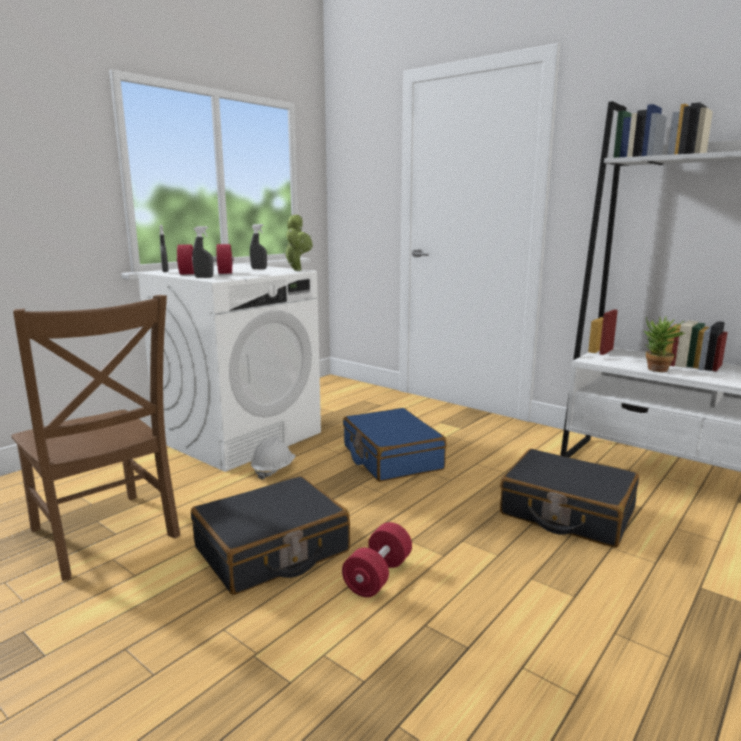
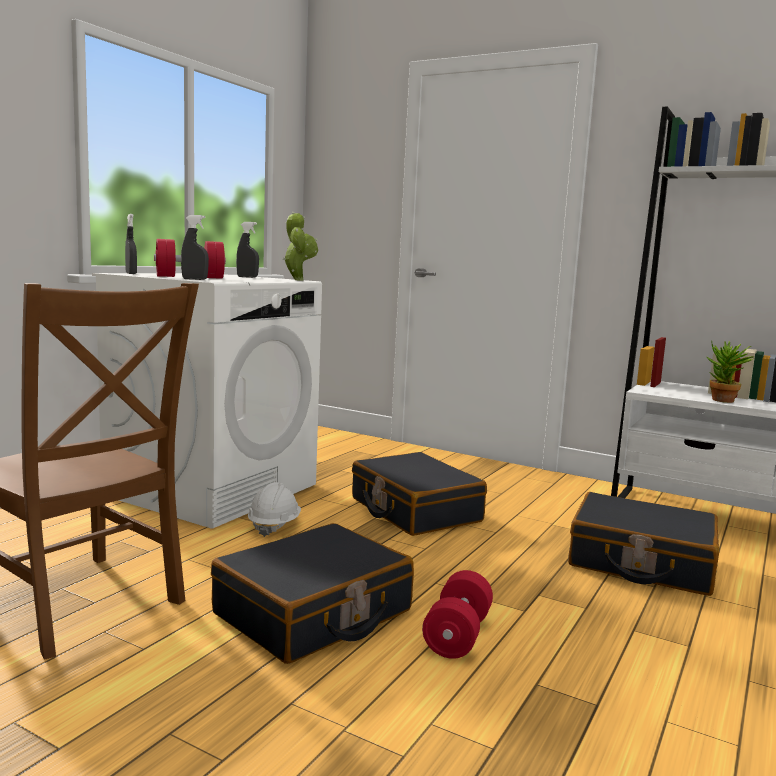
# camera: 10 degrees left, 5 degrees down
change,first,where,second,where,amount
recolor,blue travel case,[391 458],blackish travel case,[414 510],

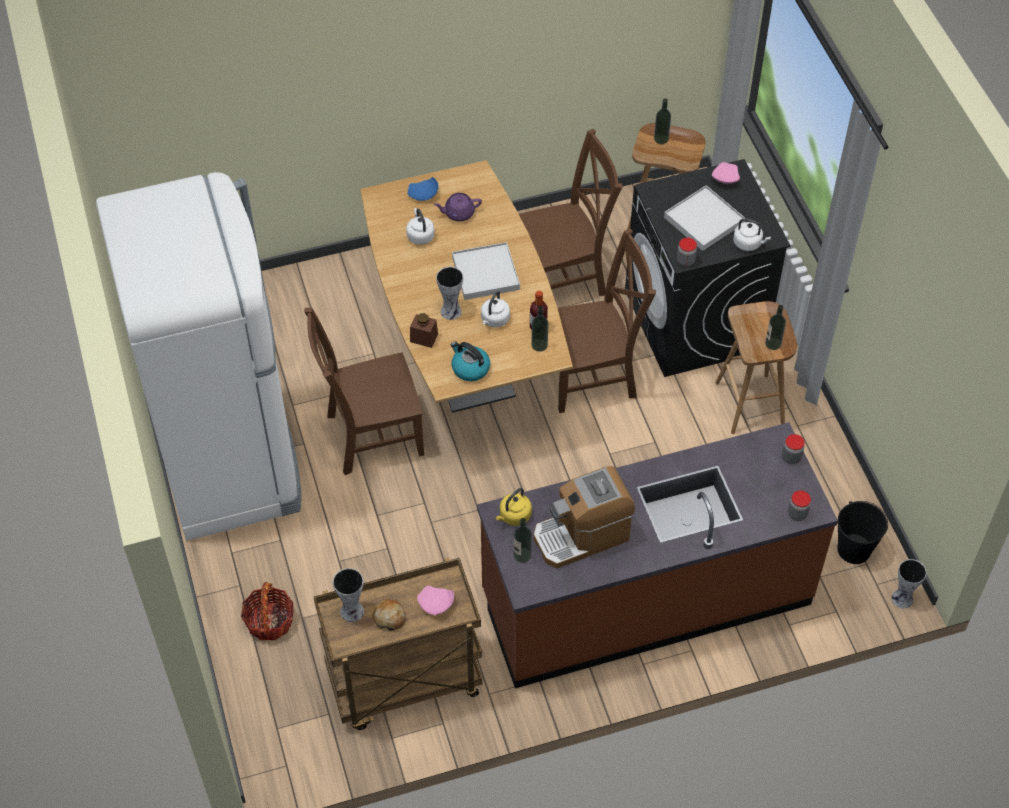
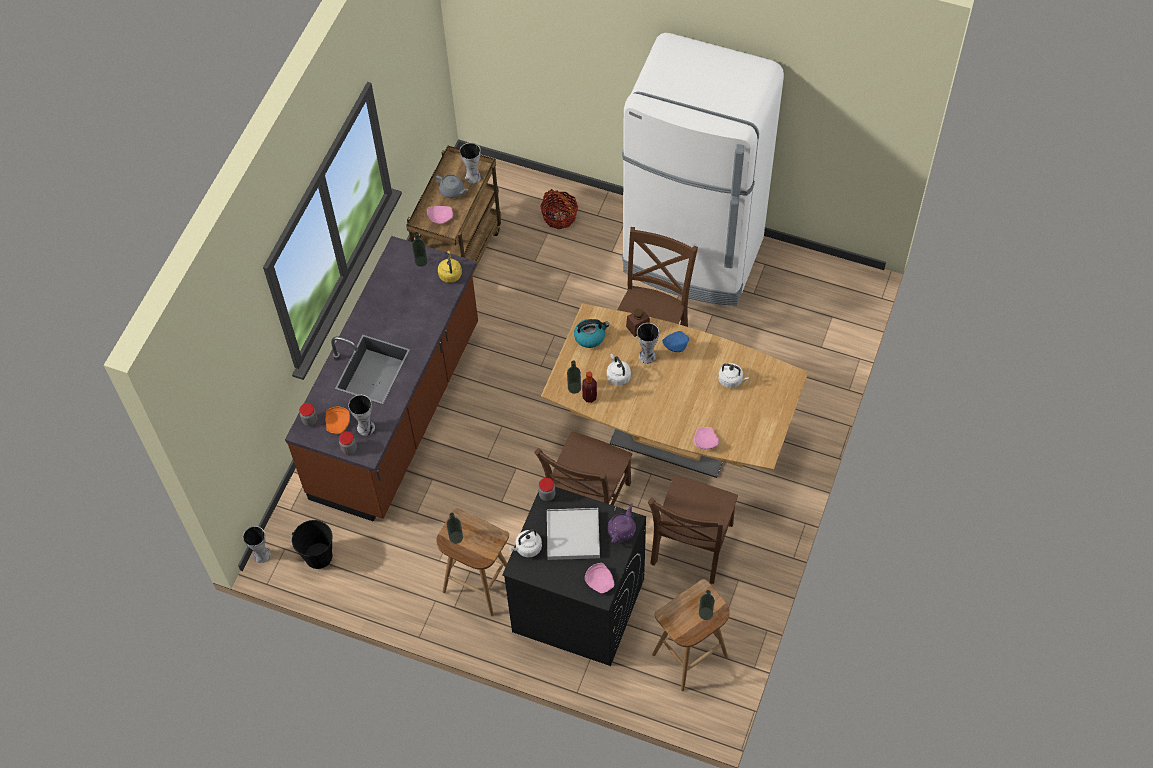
# camera: 130 degrees right, 5 degrees up
change,first,where,second,where,amount
move,blue flat dish,[423 194],,[675 345],
move,purple-coloured pot for tea,[458 213],,[622 529],
delete,whitish tray,[485 273],,,
delete,coffee brewer,[581 535],,,
replace,baked bread,[389 618],grey pot for tea,[452 191],
insert,,,decorative vase,[366 427],
insert,,,orange-coloured flat dish,[338 423],
insert,,,pinkish flat dish,[705 442],

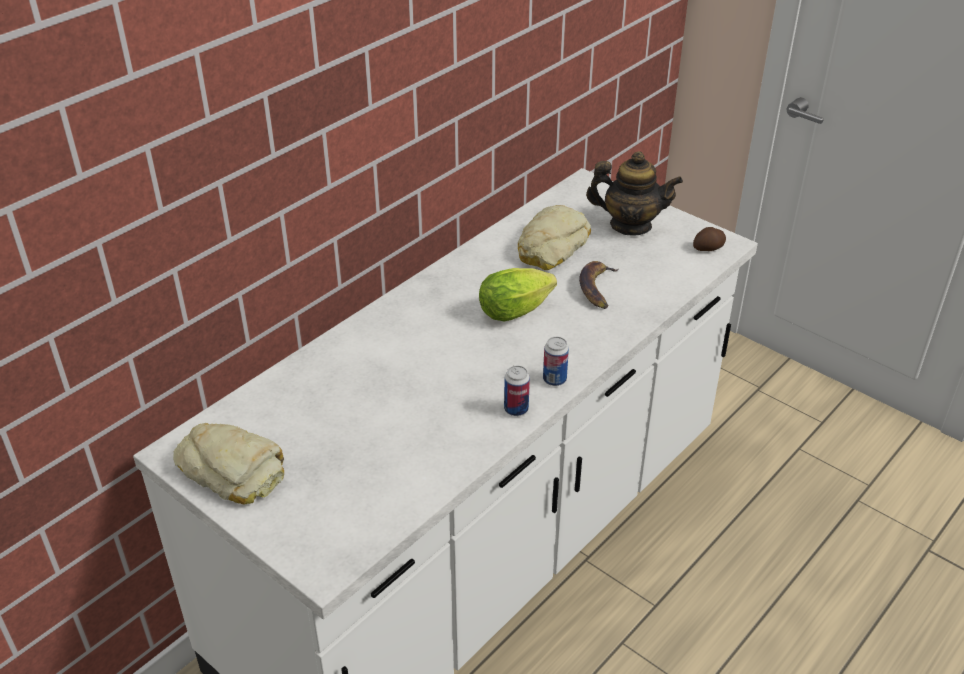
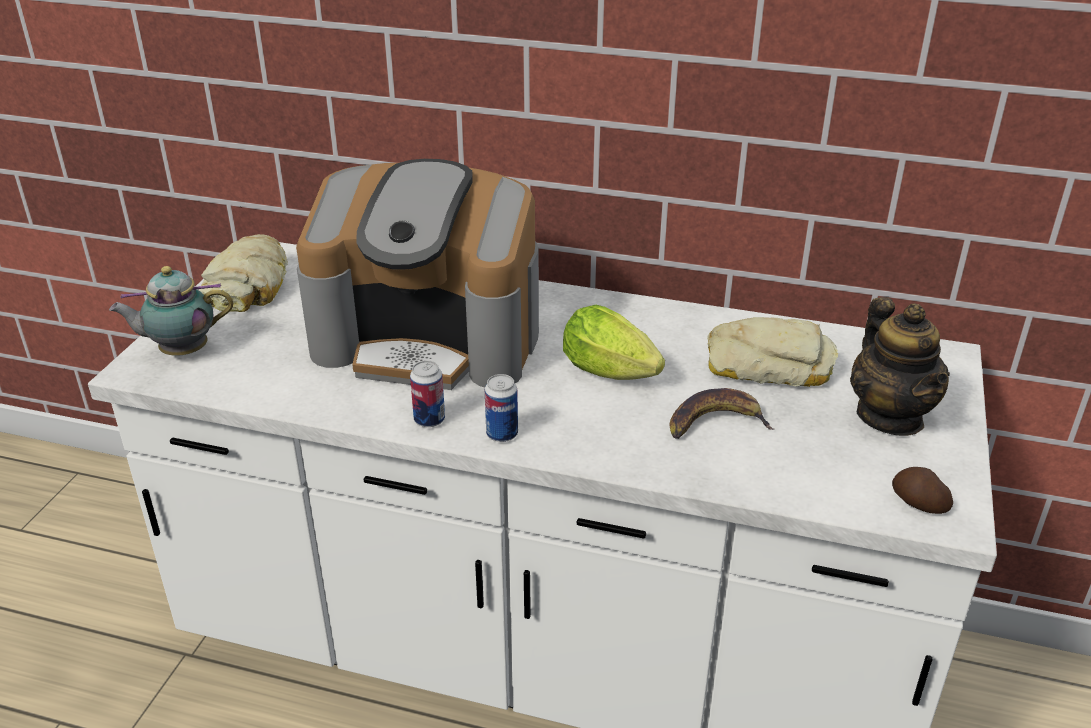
# camera: 65 degrees right, 5 degrees down
change,first,where,second,where,amount
insert,,,coffee brewer,[430 338],
insert,,,pot for tea,[181 351],

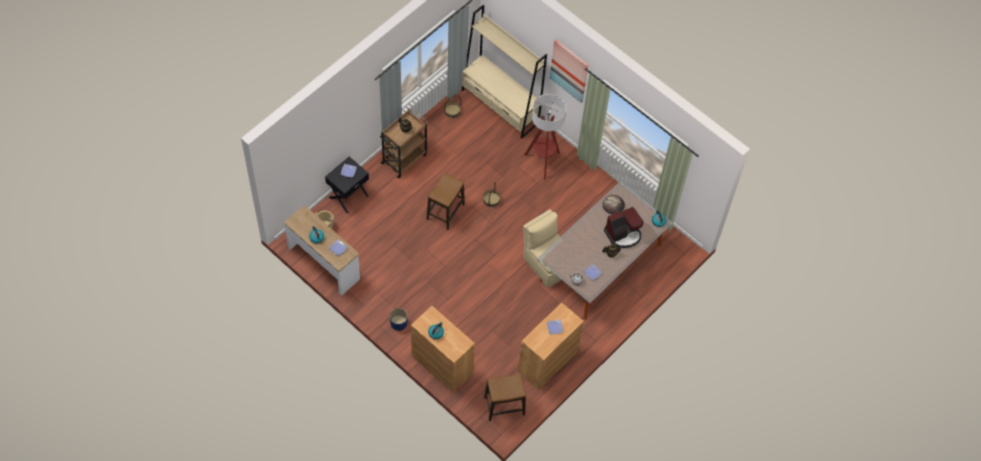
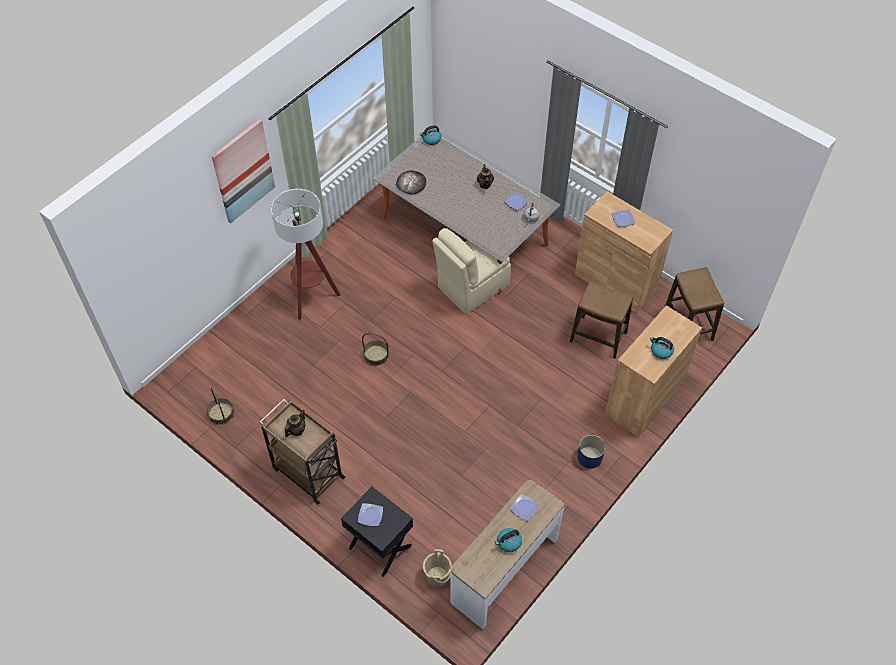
# camera: 90 degrees left, 5 degrees down
change,first,where,second,where,amount
delete,beige bookshelf,[500 106],,,
move,stool,[445 212],,[598 337],
delete,coffee brewer,[623 234],,,

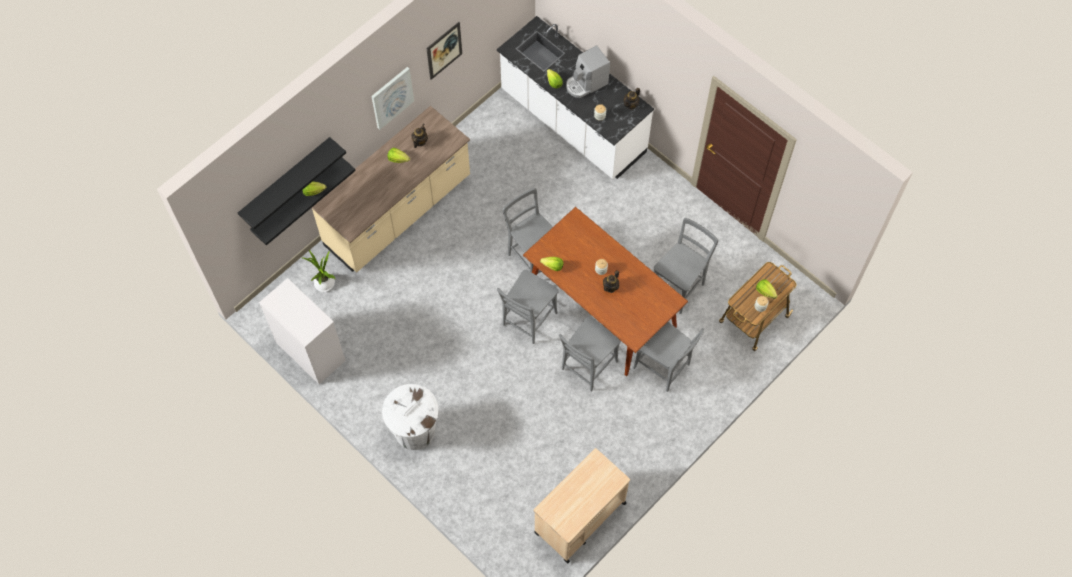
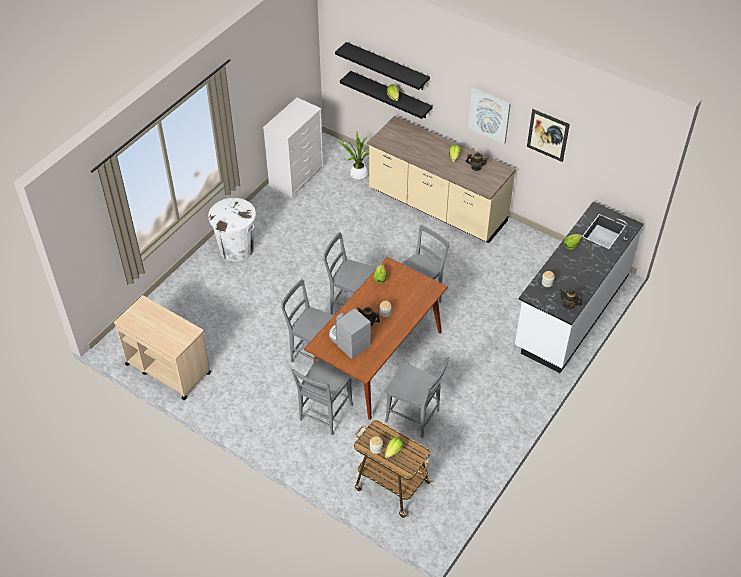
# camera: 80 degrees right, 15 degrees down
change,first,where,second,where,amount
move,coffee brewer,[586 83],,[348 341],

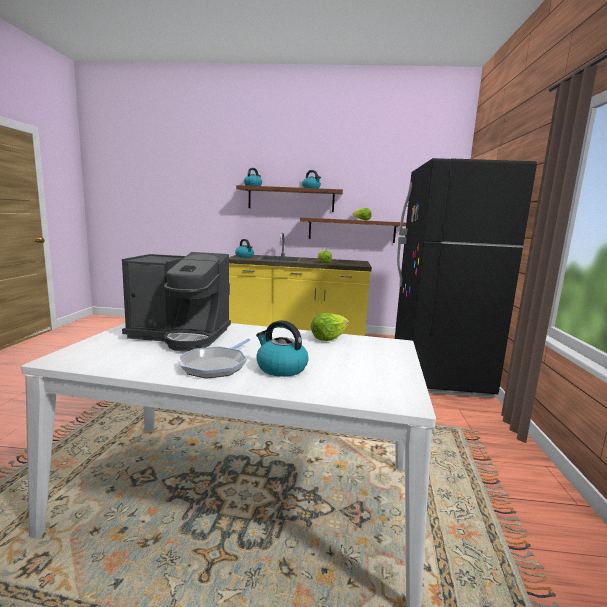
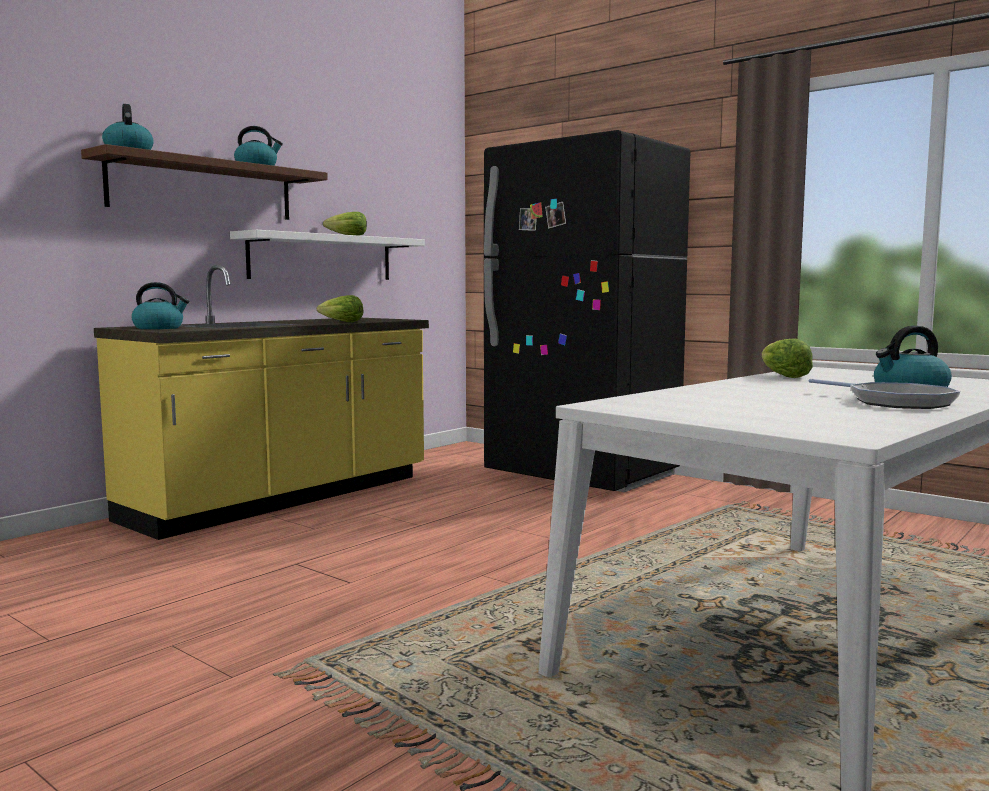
# camera: 55 degrees left, 5 degrees down
change,first,where,second,where,amount
recolor,brownish wall shelf,[352 230],whitish wall shelf,[322 257],
delete,coffee brewer,[181 336],,,

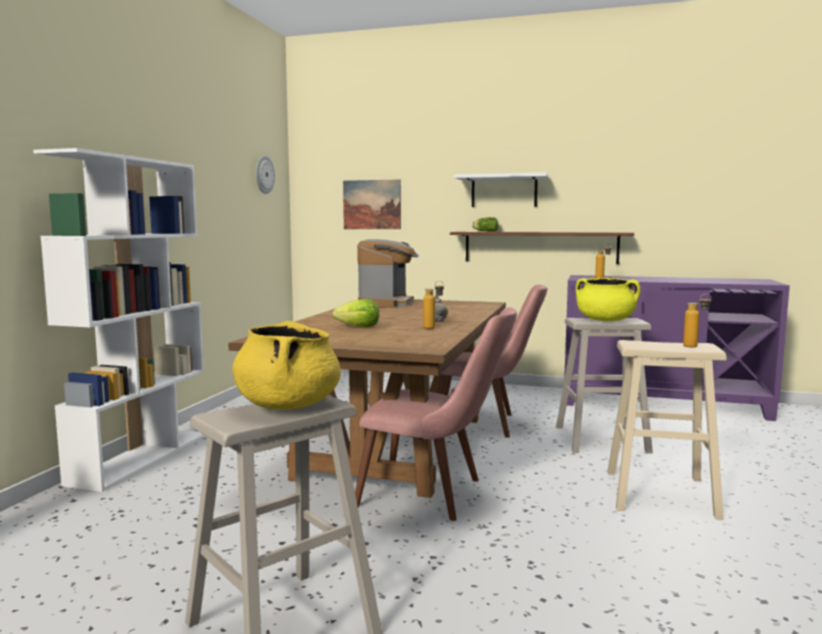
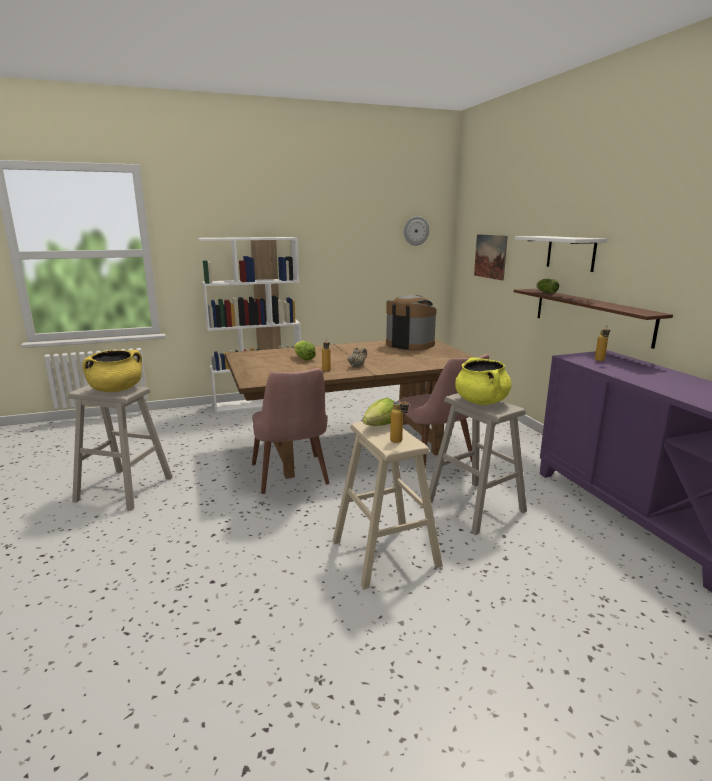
# camera: 55 degrees right, 10 degrees up
change,first,where,second,where,amount
rotate,coffee brewer,[386 303],,[410 345],120 degrees counterclockwise
insert,,,lettuce head,[381 426],

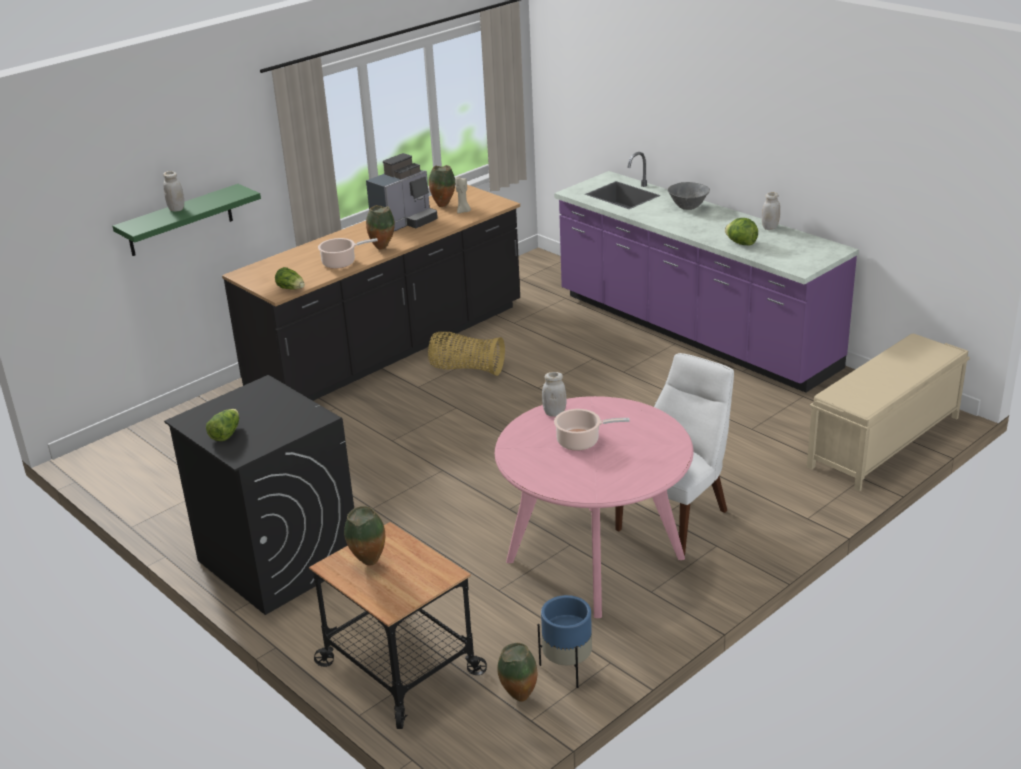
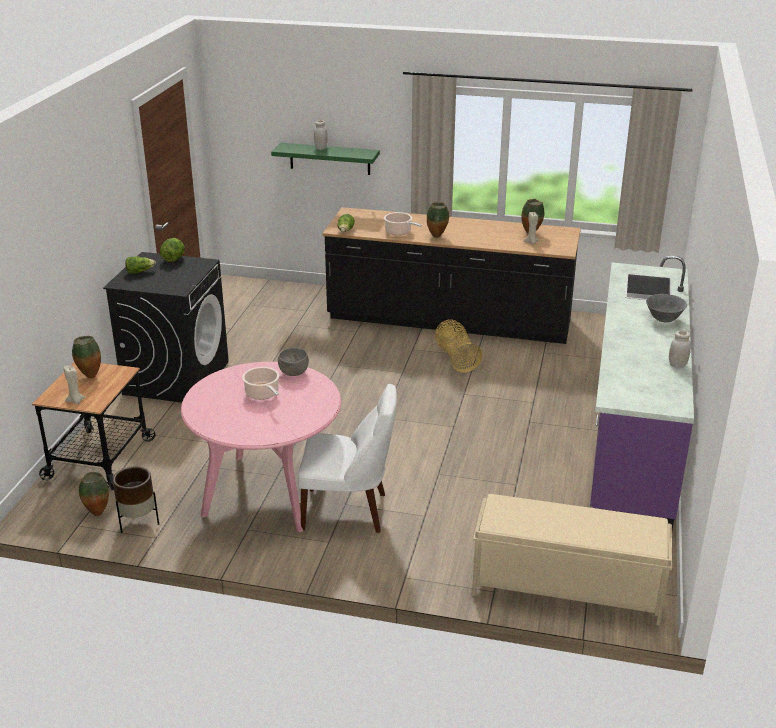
# camera: 55 degrees right, 0 degrees up
change,first,where,second,where,amount
delete,coffee brewer,[405 222],,,
move,lettuce head,[741 243],,[174 259],
replace,whitish jar,[554 413],grey bowl,[293 373],
recolor,blue flower pot,[567 669],brownish flower pot,[138 522],
insert,,,beige candle,[75 401],

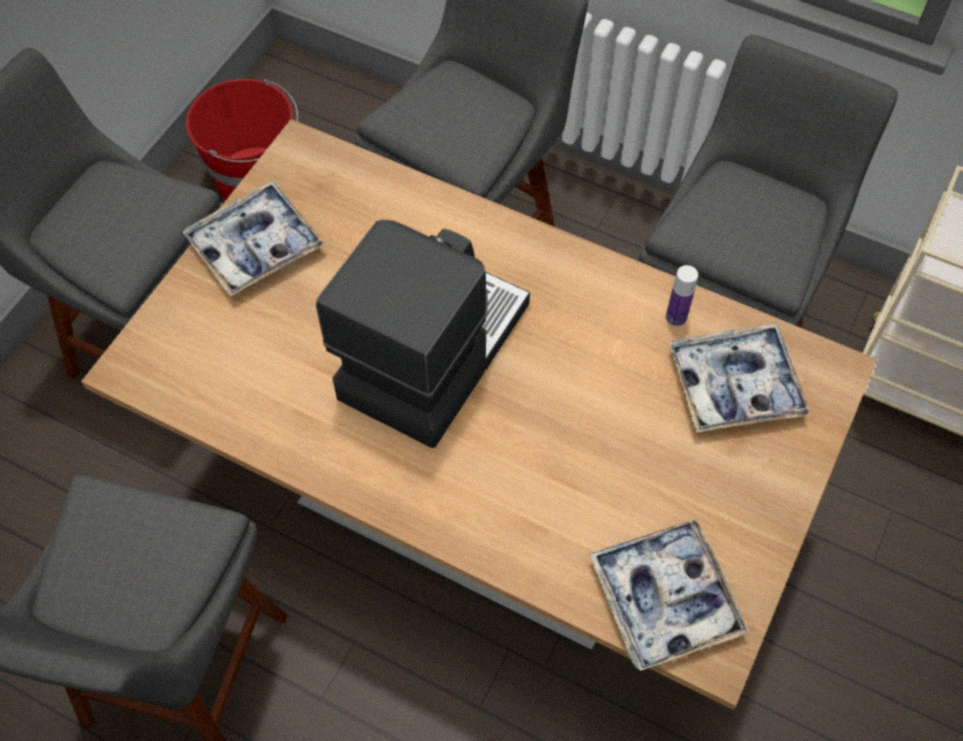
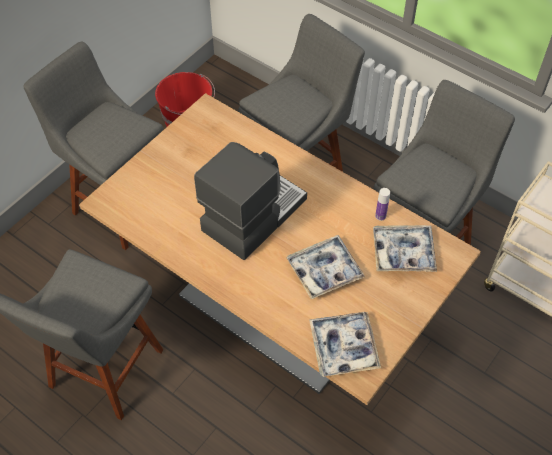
# camera: 10 degrees right, 5 degrees down
change,first,where,second,where,amount
move,tray,[255 246],,[324 271],

